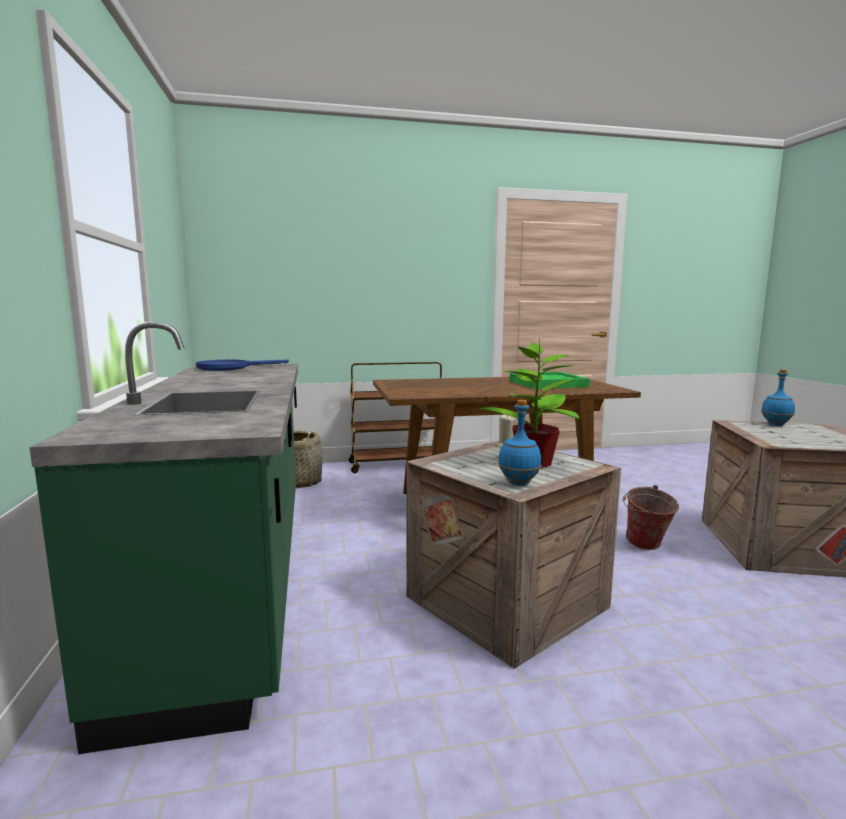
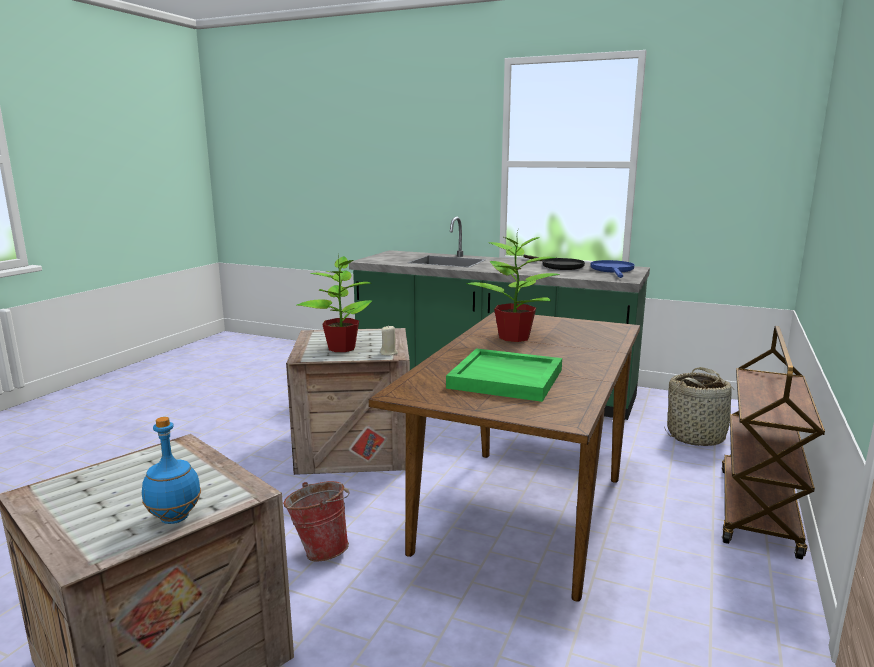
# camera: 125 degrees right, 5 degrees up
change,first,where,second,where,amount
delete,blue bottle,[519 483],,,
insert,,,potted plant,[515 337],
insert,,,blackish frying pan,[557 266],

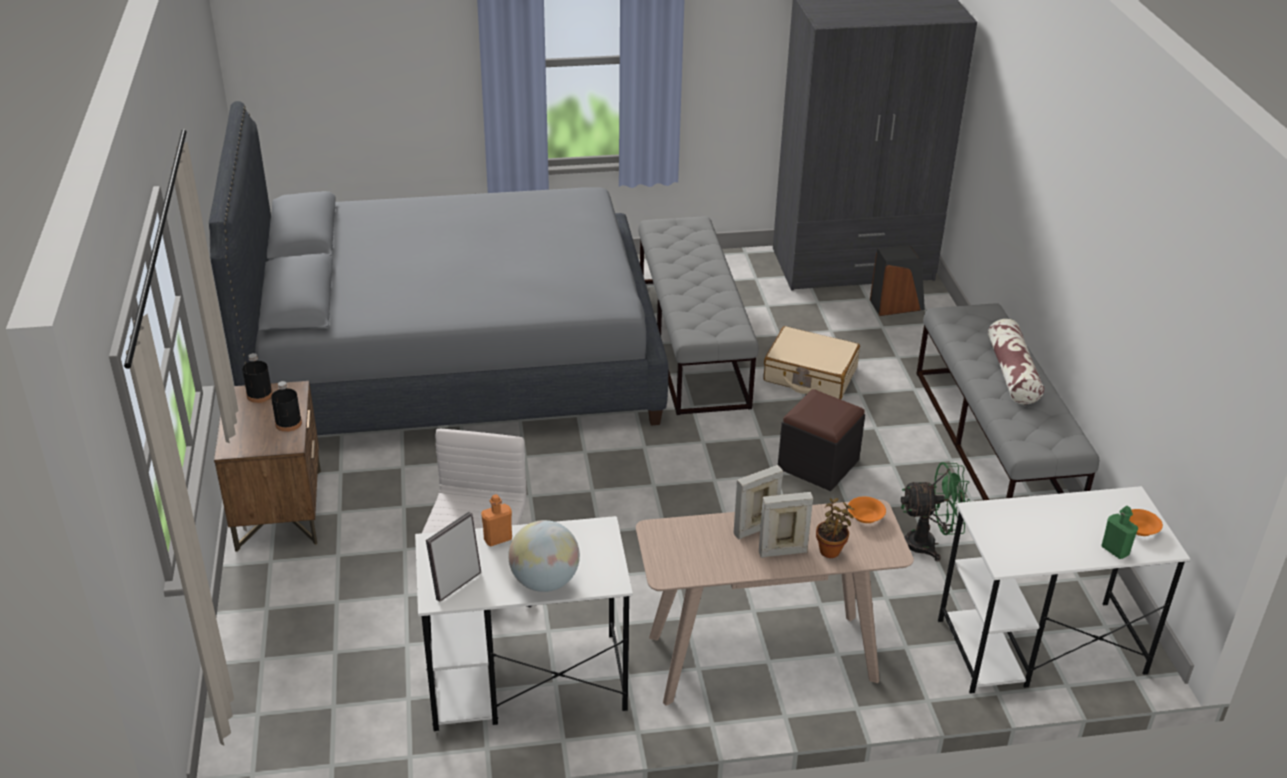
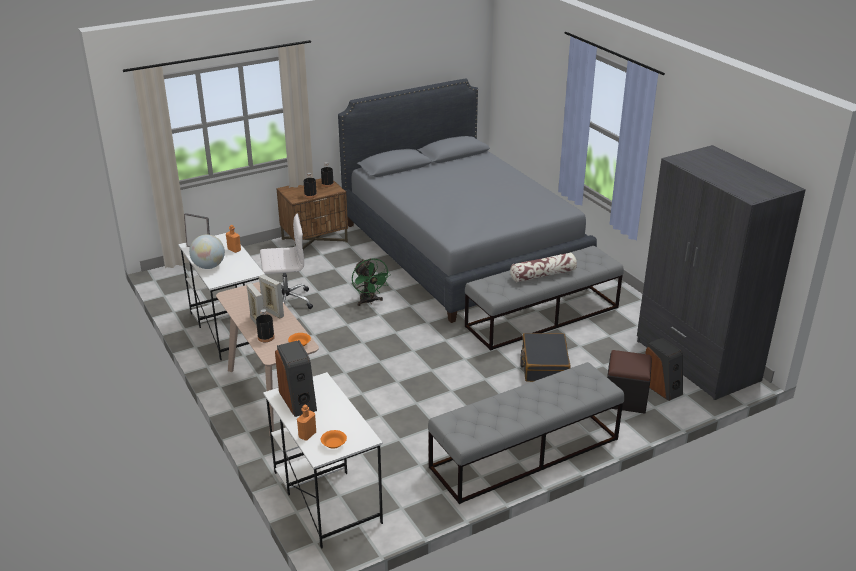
# camera: 70 degrees right, 5 degrees down
change,first,where,second,where,amount
move,cushion,[1012 372],,[543 275],
recolor,beige travel case,[810 375],blackish travel case,[544 365],
move,blackish footrest,[818 464],,[625 398],
move,green electric fan,[928 544],,[369 301],
replace,potted plant,[831 550],blackish bottle,[266 337],
recolor,green bottle,[1115 550],orange-coloured bottle,[307 435],
insert,,,speaker,[299 400],

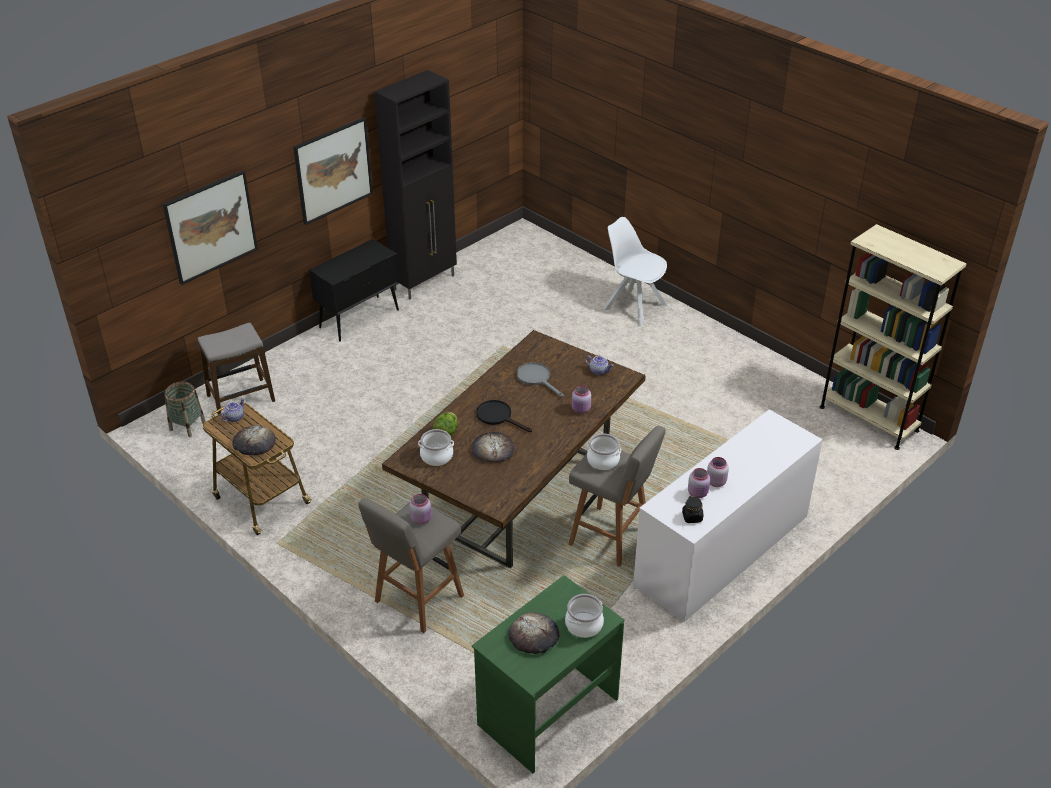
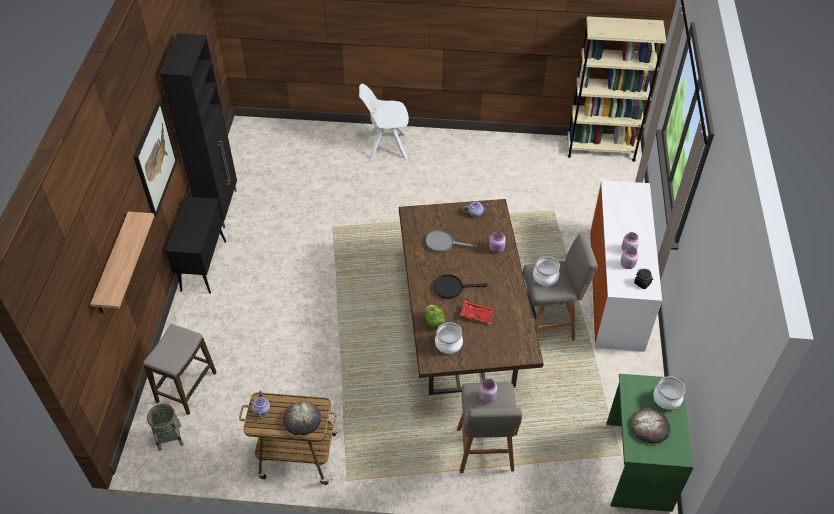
# camera: 40 degrees left, 10 degrees up
change,first,where,second,where,amount
replace,wall art,[210 226],wall shelf,[113 265],
replace,baked bread,[493 449],red tray,[477 314],

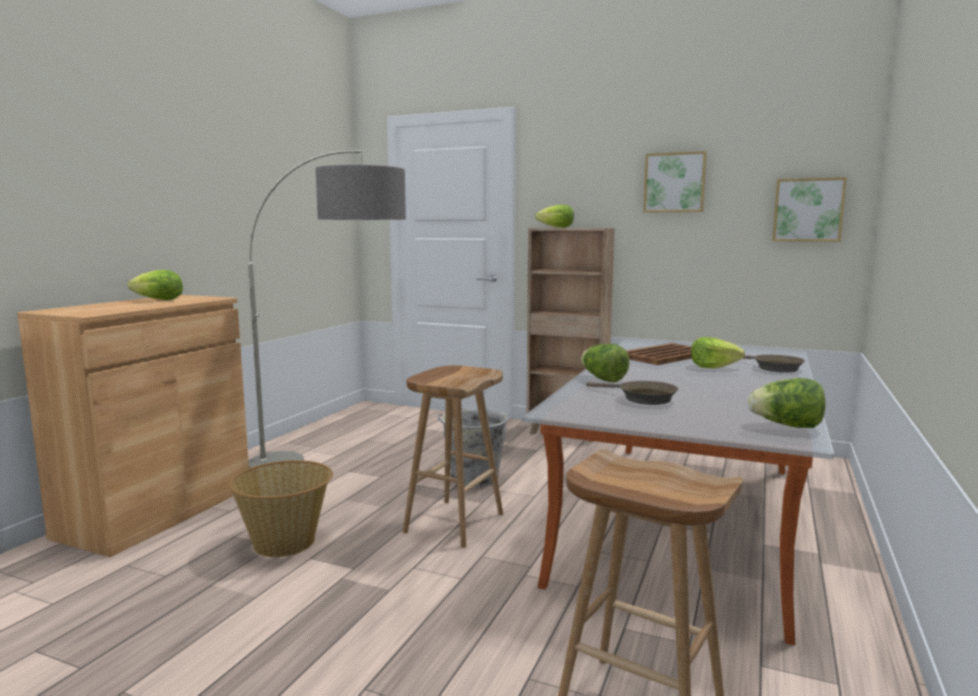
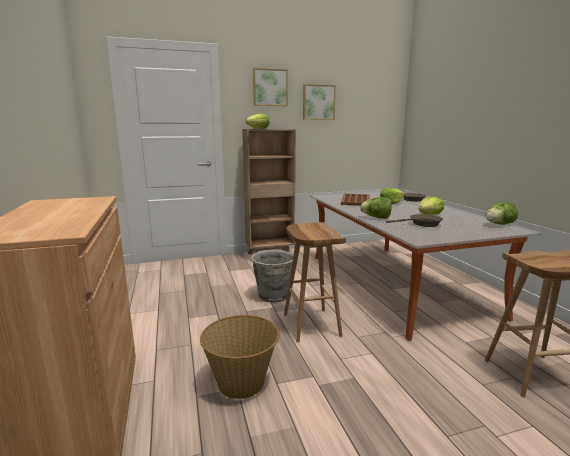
# camera: 40 degrees left, 5 degrees up
change,first,where,second,where,amount
delete,standard lamp,[339 469],,,
move,wall art,[808 210],,[270 87],
move,lettuce head,[158 300],,[429 215],

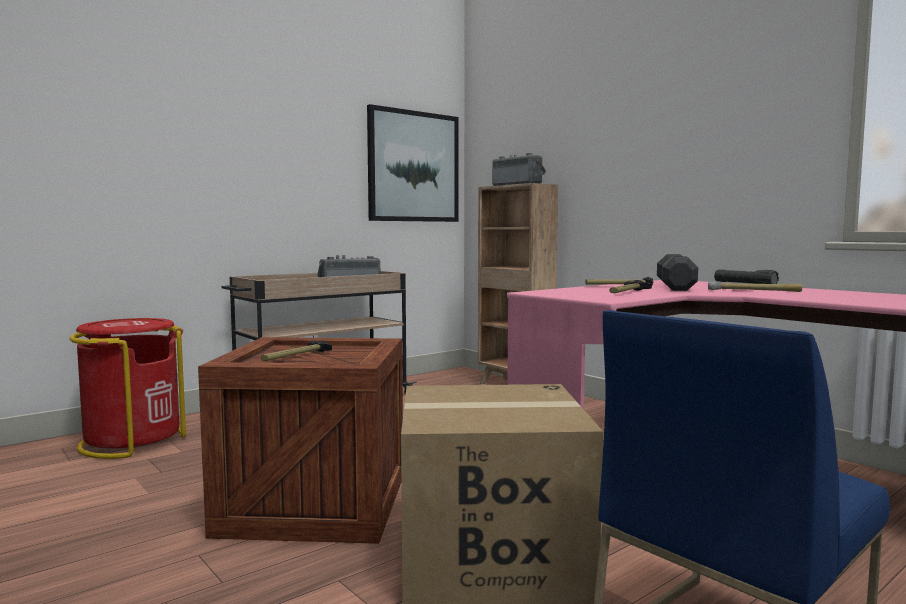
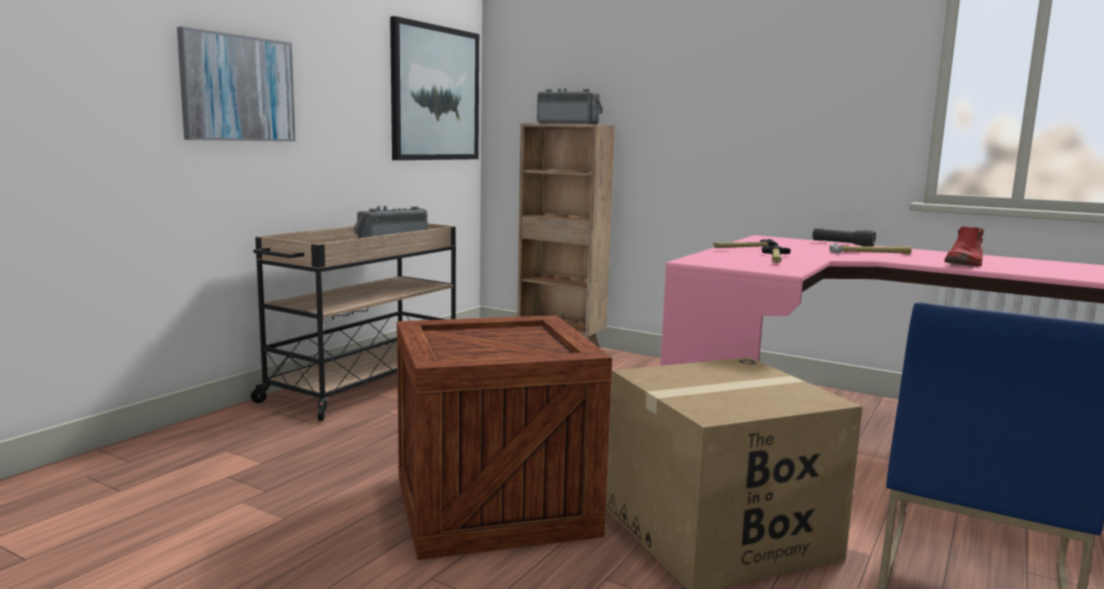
# camera: 20 degrees left, 5 degrees up
change,first,where,second,where,amount
delete,blackish free weight,[675 287],,,
delete,red waste bin,[132 442],,,
delete,hammer,[296 357],,,
insert,,,wall art,[238 88],
insert,,,red tall boot,[965 263],

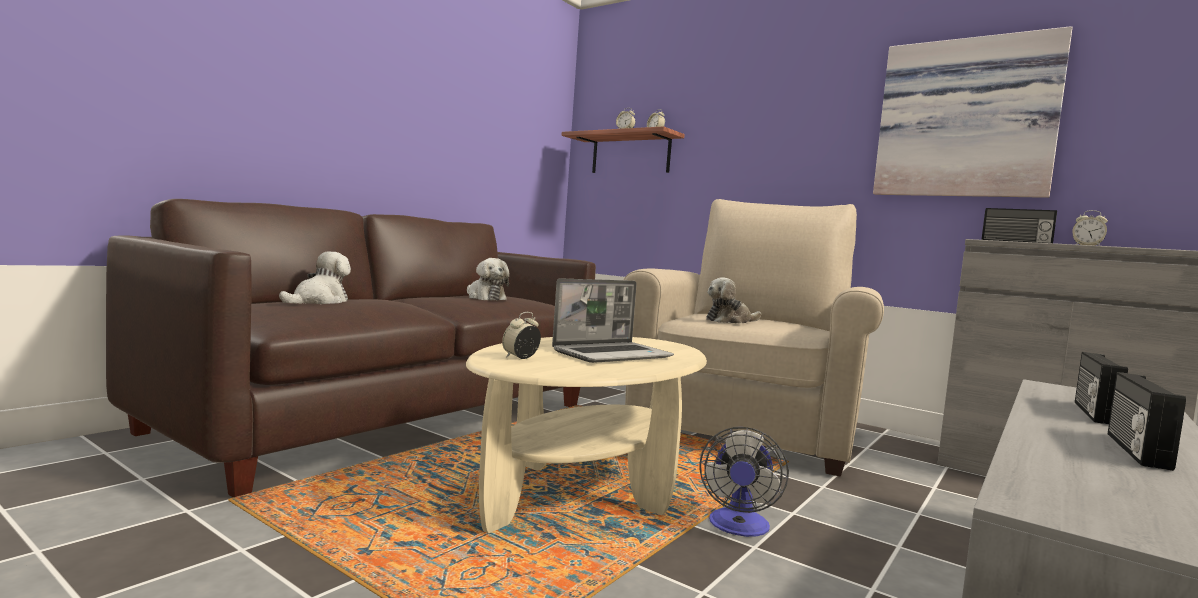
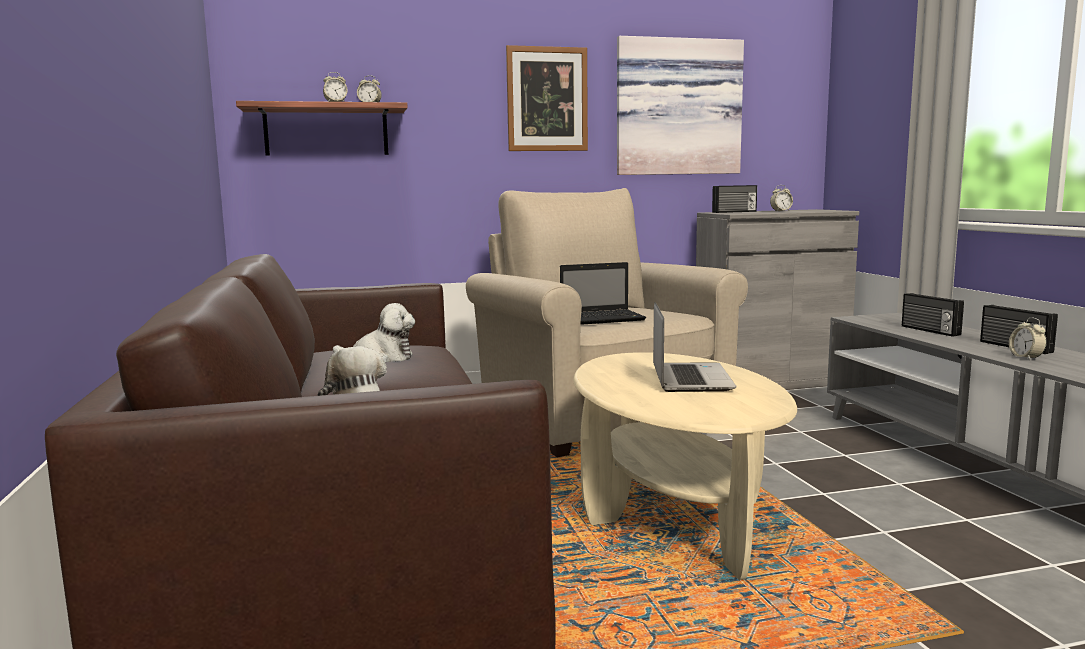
# camera: 50 degrees left, 5 degrees up
change,first,where,second,where,amount
replace,plush toy,[730 321],laptop,[603 319],
move,table clock,[520 358],,[1025 357],
delete,electric fan,[738 527],,,
insert,,,wall art,[547 99],

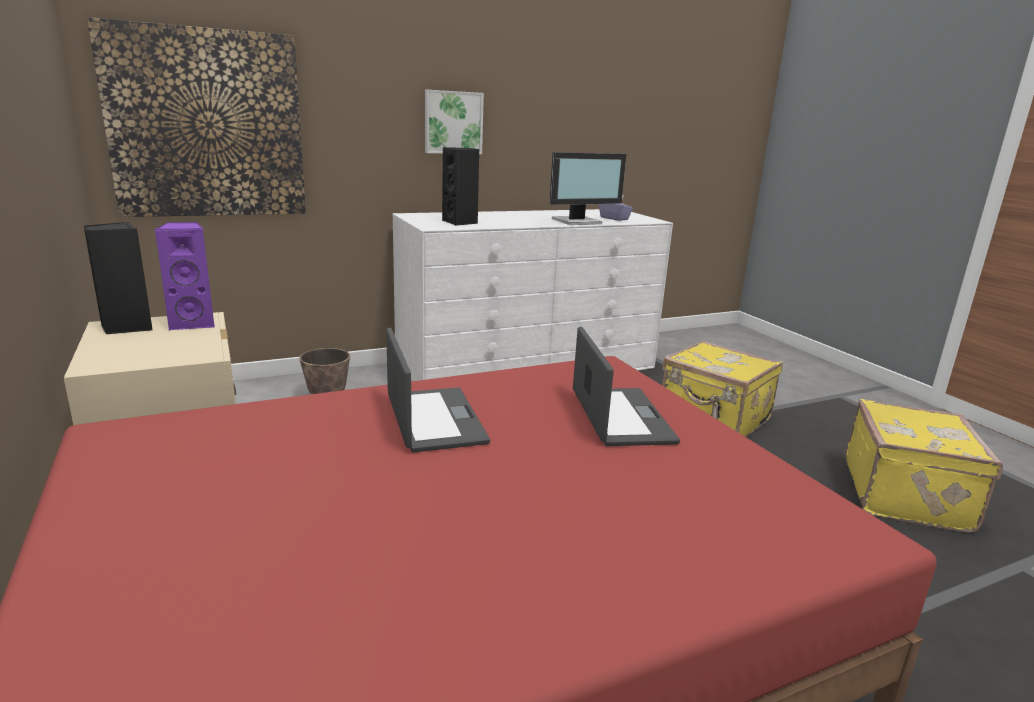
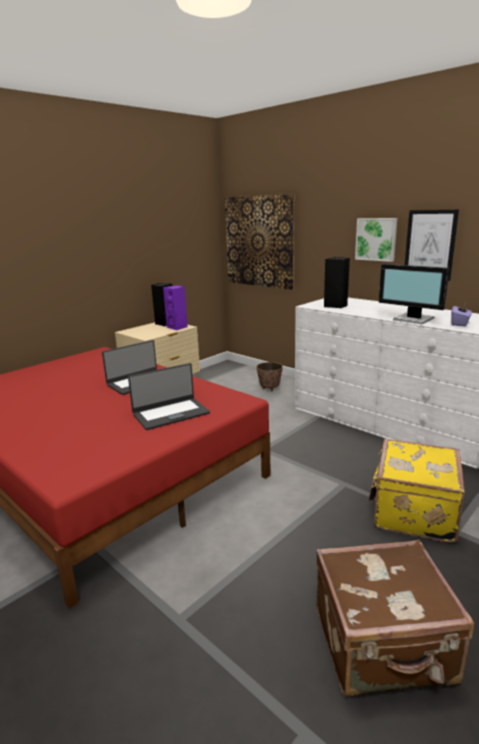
# camera: 70 degrees right, 0 degrees up
change,first,where,second,where,amount
recolor,yellow travel case,[907 496],brownish travel case,[383 646],
insert,,,wall art,[429 245],

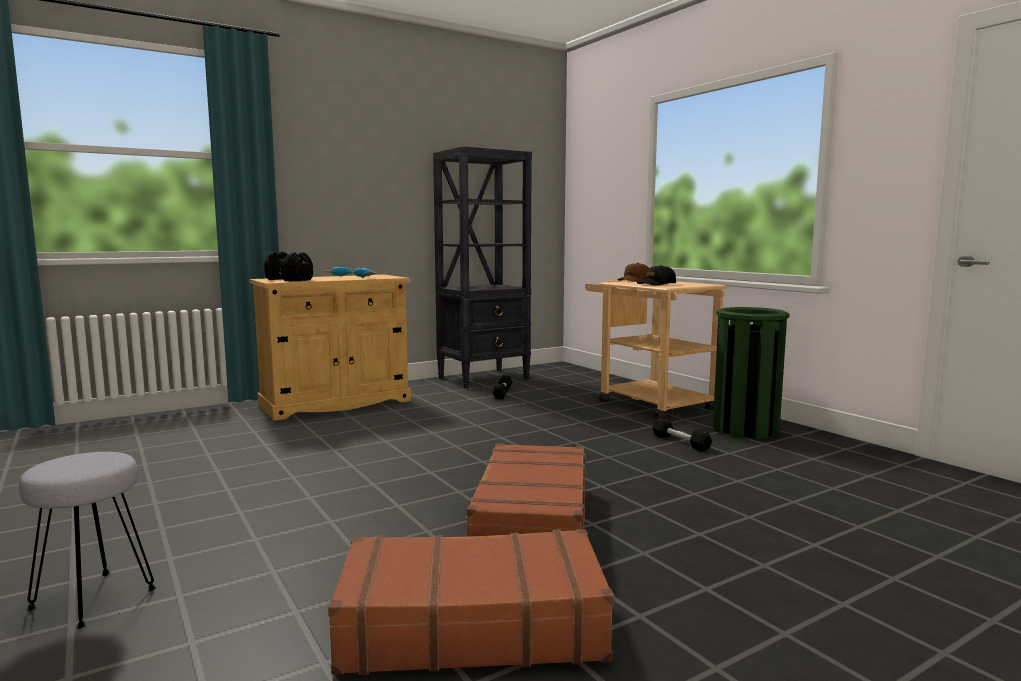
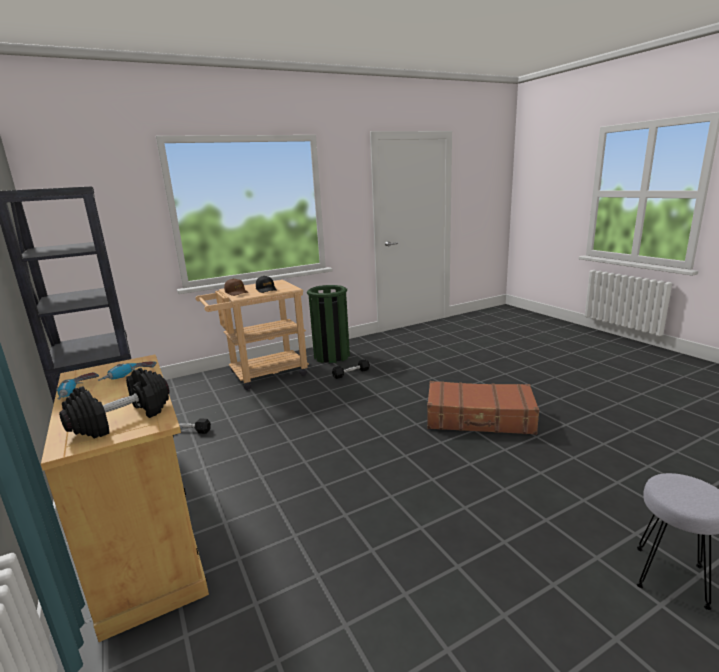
# camera: 85 degrees left, 10 degrees up
change,first,where,second,where,amount
delete,brownish travel case,[471 625],,,

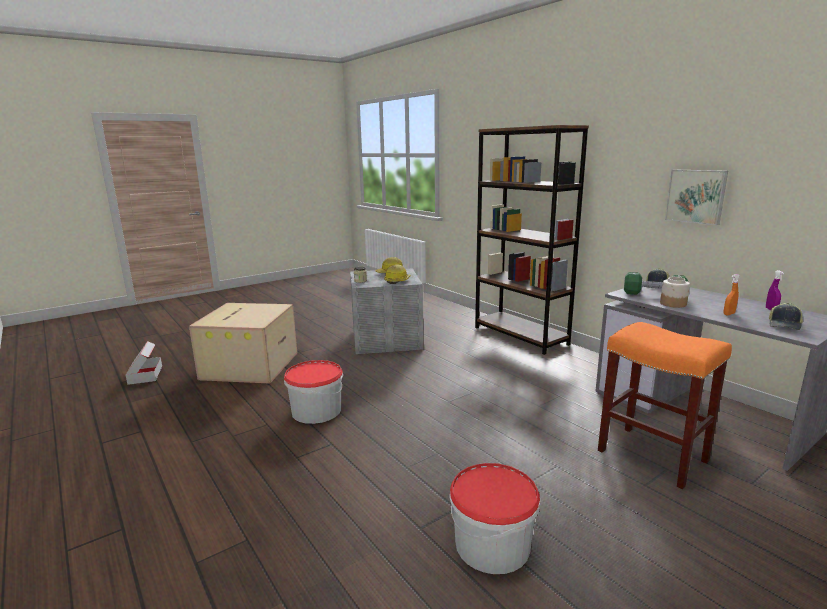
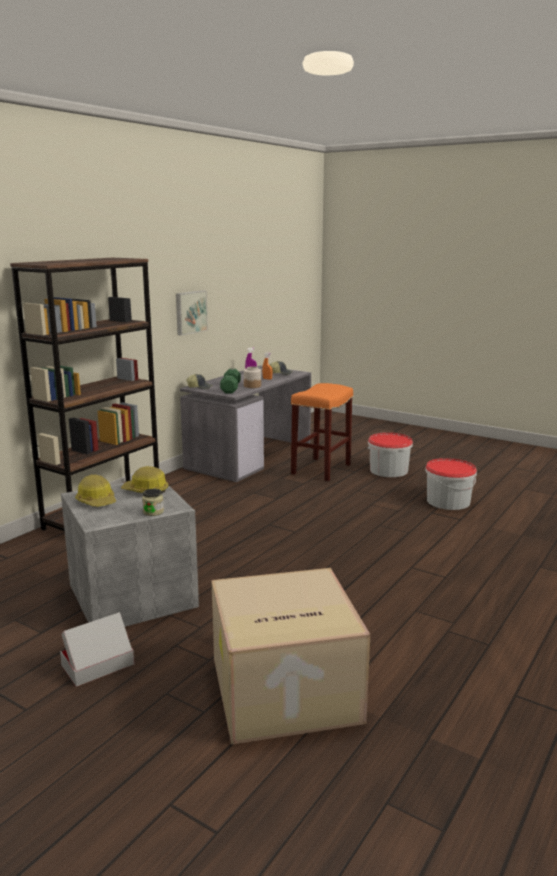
# camera: 110 degrees left, 0 degrees up
change,first,where,second,where,amount
move,cardboard box,[145 374],,[98 665],
move,water bucket,[316 411],,[389 470],

